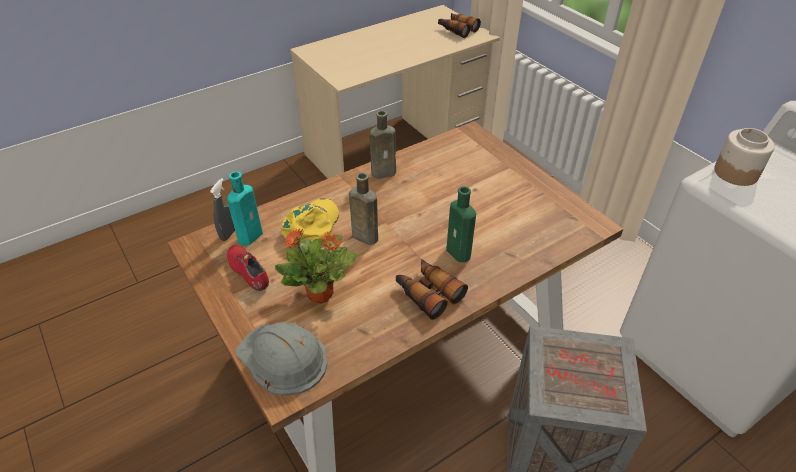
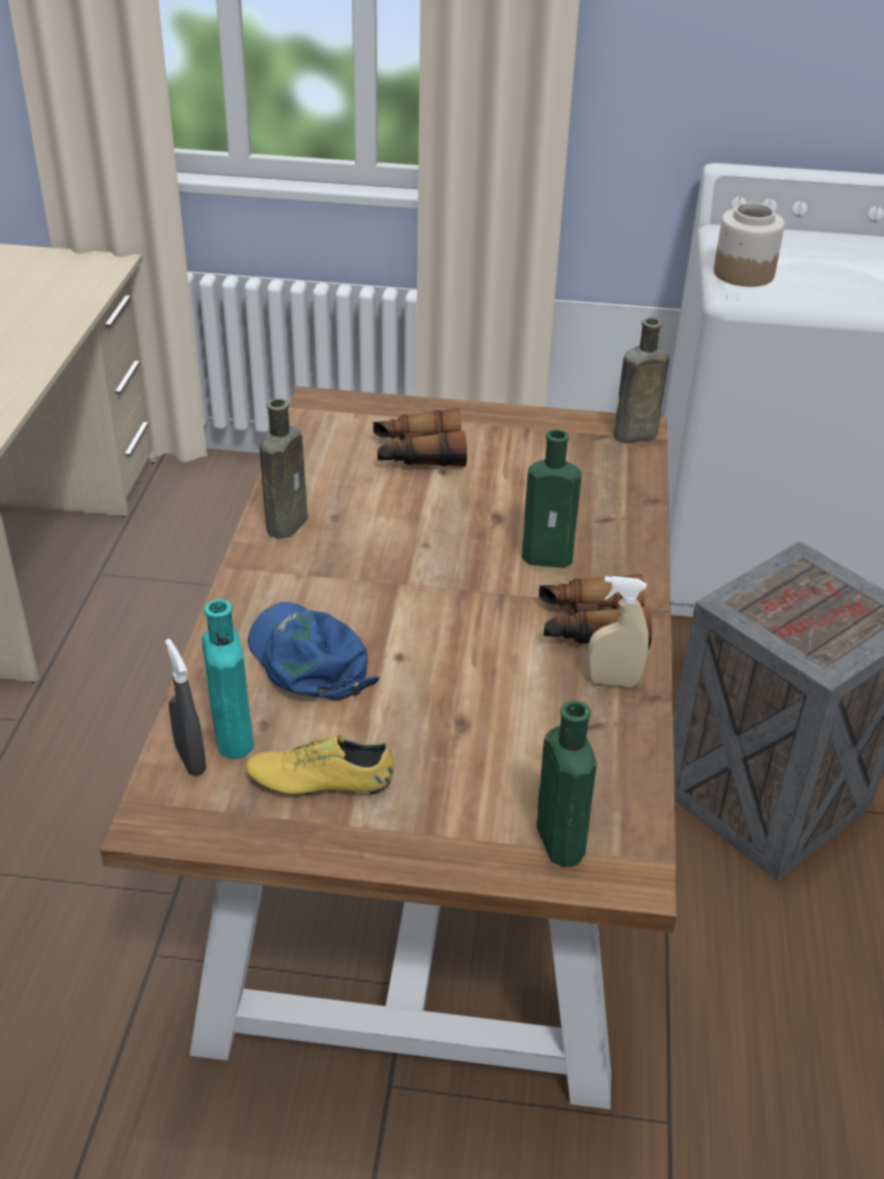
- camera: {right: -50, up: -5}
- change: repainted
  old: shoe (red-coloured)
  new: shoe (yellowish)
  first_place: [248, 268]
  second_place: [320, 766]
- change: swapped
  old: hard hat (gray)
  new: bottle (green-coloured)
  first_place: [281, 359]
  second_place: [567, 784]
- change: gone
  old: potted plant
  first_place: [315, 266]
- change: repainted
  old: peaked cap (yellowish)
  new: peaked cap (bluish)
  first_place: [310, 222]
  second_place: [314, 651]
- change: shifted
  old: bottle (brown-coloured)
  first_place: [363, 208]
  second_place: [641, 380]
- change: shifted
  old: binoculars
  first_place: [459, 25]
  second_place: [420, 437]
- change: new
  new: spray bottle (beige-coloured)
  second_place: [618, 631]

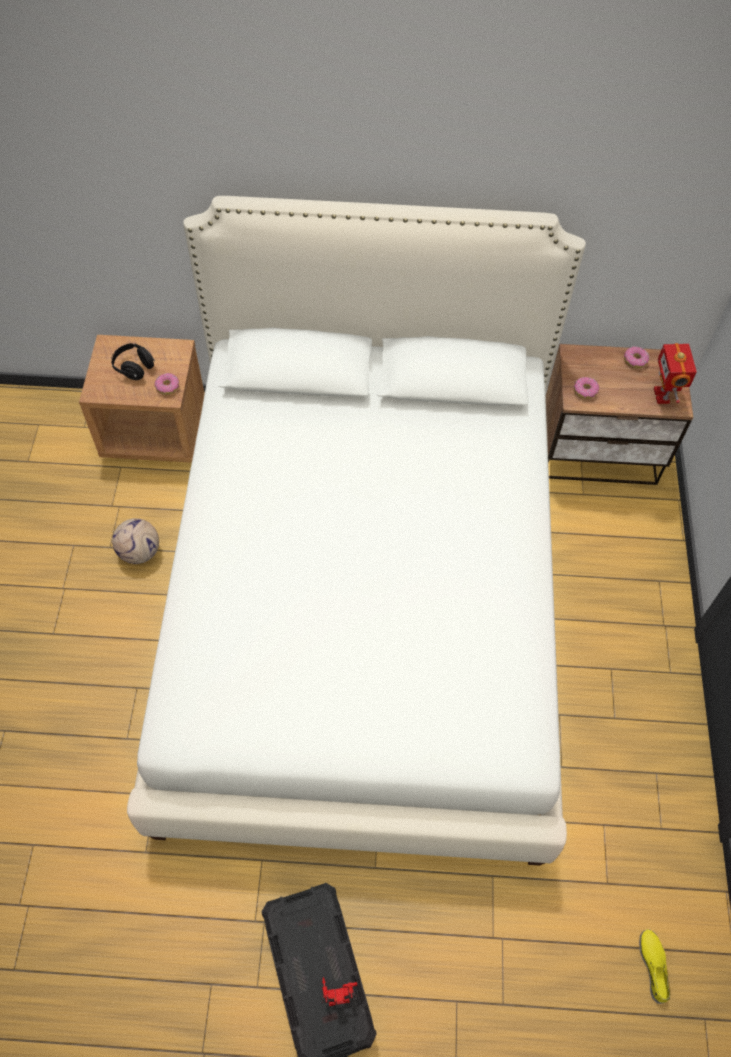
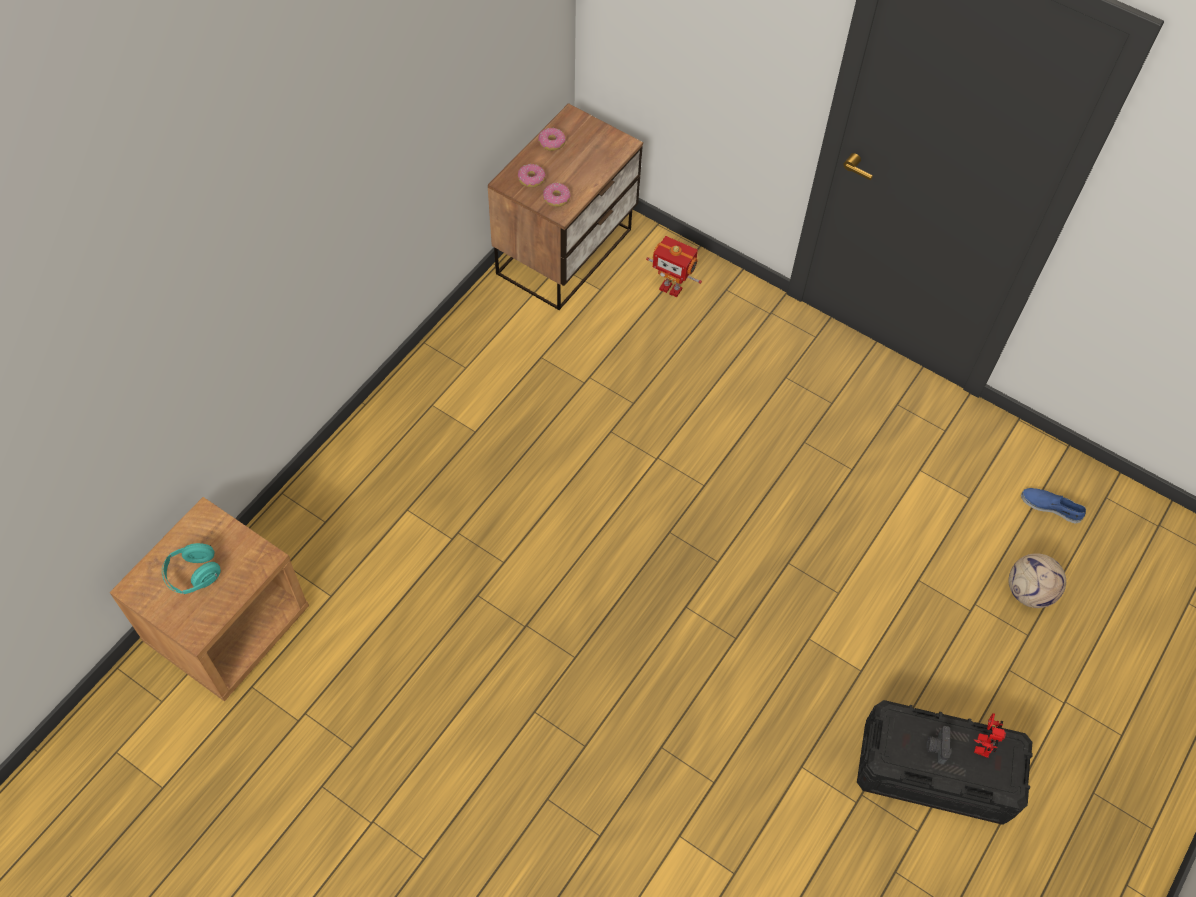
- camera: {right: -60, up: 0}
- change: repainted
  old: pair of headphones (blackish)
  new: pair of headphones (turquoise-coloured)
  first_place: [133, 361]
  second_place: [191, 568]
- change: shifted
  old: ball for football
  first_place: [135, 541]
  second_place: [1037, 580]
- change: gone
  old: bedroom bed (whitish)
  first_place: [356, 531]
- change: shifted
  old: doughnut
  first_place: [167, 384]
  second_place: [532, 176]
- change: repainted
  old: shoe (yellowish)
  new: shoe (bluish)
  first_place: [654, 966]
  second_place: [1053, 506]
- change: shifted
  old: toy robot
  first_place: [675, 373]
  second_place: [674, 266]
- change: new
  new: still camera
  second_place: [939, 745]

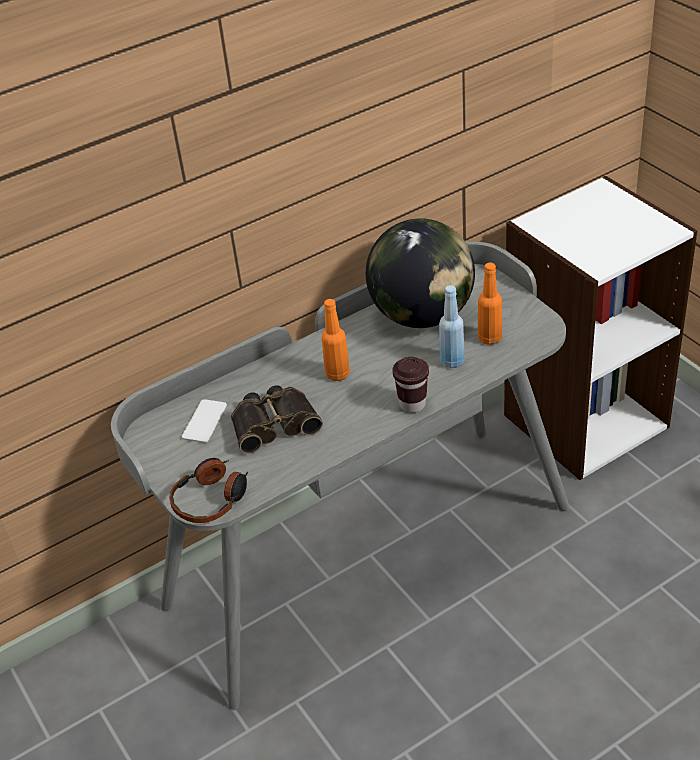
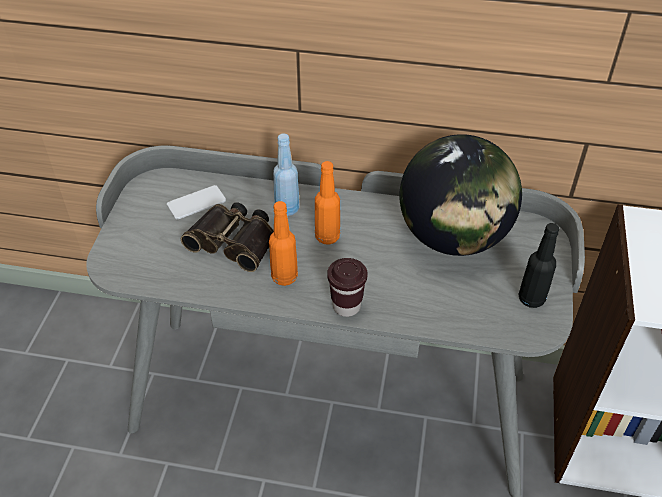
- camera: {right: 40, up: 5}
- change: gone
  old: pair of headphones
  first_place: [208, 490]
- change: shifted
  old: bottle (bluish)
  first_place: [452, 326]
  second_place: [286, 175]
- change: shifted
  old: bottle (orange-coloured)
  first_place: [490, 303]
  second_place: [283, 243]
- change: new
  new: bottle (blackish)
  second_place: [538, 265]

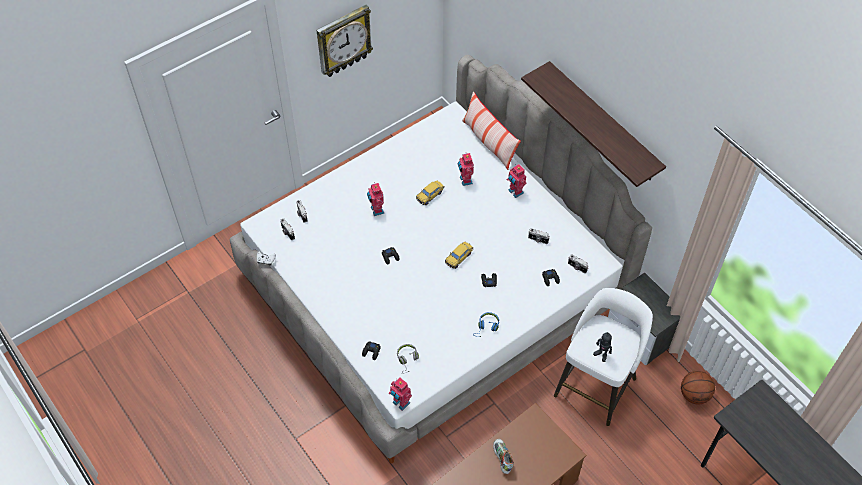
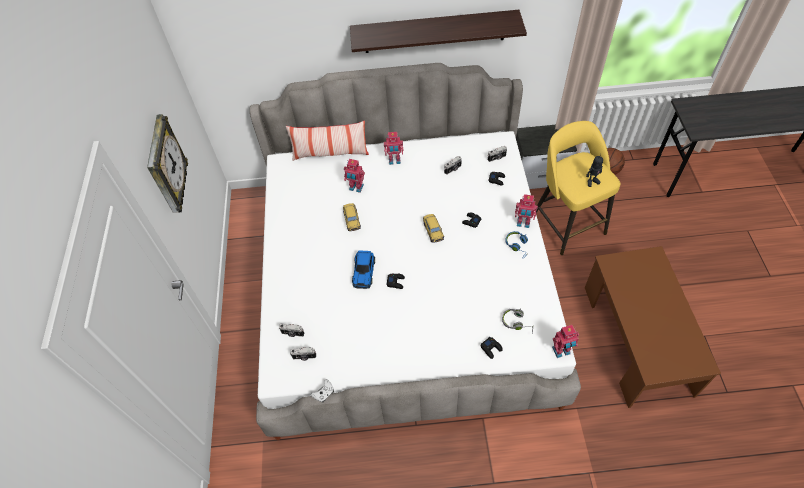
- camera: {right: -55, up: 0}
- change: shifted
  old: toy robot
  first_place: [375, 199]
  second_place: [526, 211]
- change: gone
  old: shoe
  first_place: [503, 456]
- change: repainted
  old: stool (whitish)
  new: stool (yellowish)
  first_place: [603, 357]
  second_place: [578, 188]
- change: new
  new: miniature car
  second_place: [363, 269]

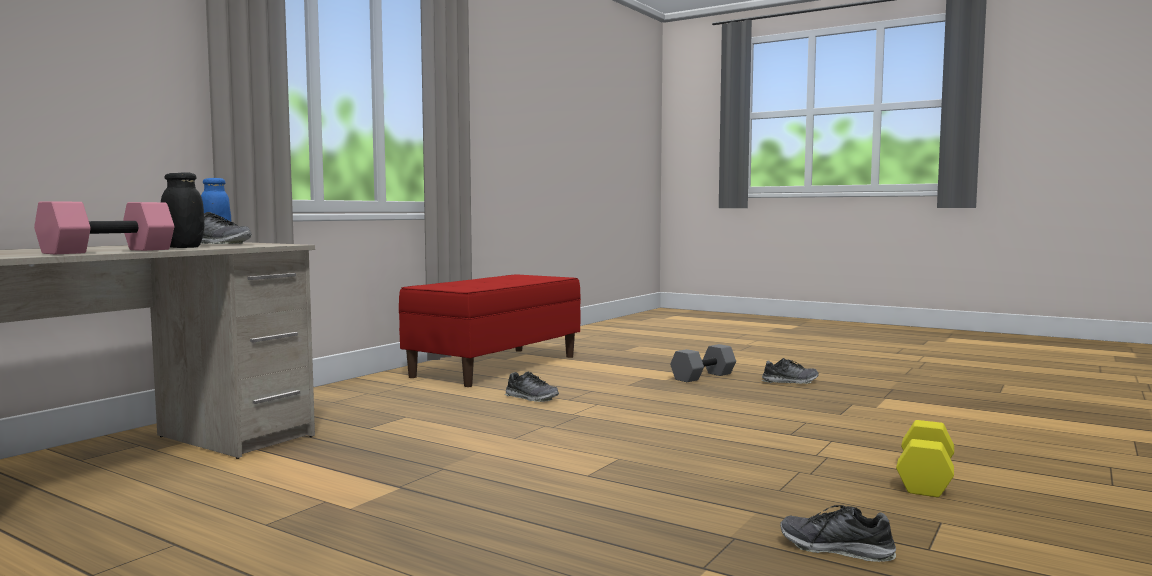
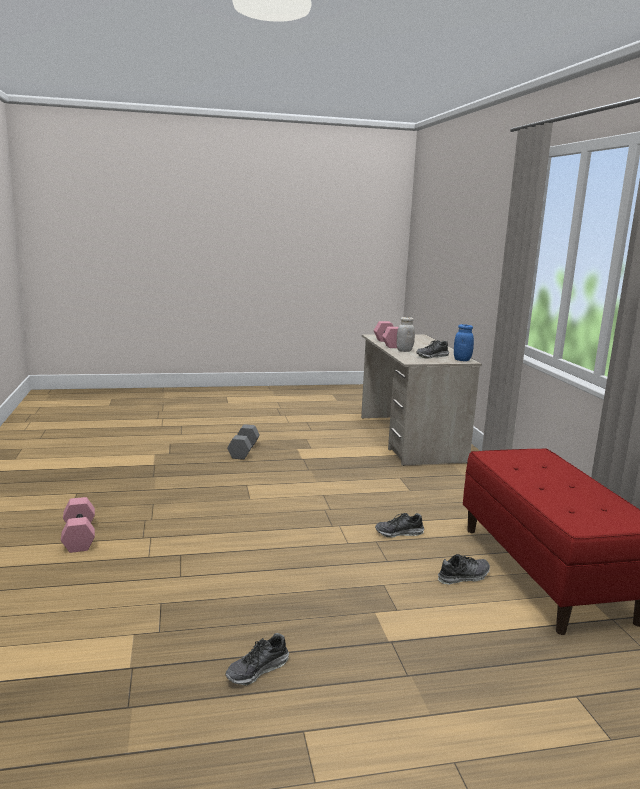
- camera: {right: 135, up: 10}
- change: repainted
  old: preserve jar (blackish)
  new: preserve jar (whitish)
  first_place: [182, 210]
  second_place: [406, 334]
- change: shifted
  old: free weight (gray)
  first_place: [703, 363]
  second_place: [243, 442]
- change: shifted
  old: shoe
  first_place: [838, 533]
  second_place: [464, 569]
- change: repainted
  old: free weight (yellowish)
  new: free weight (pink)
  first_place: [925, 458]
  second_place: [78, 525]

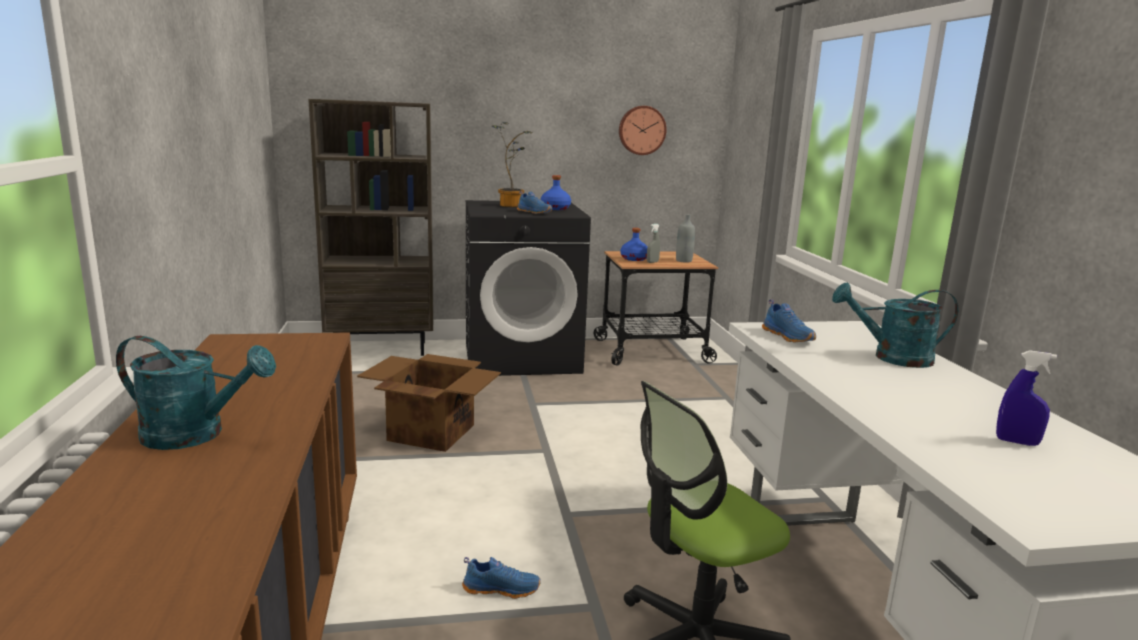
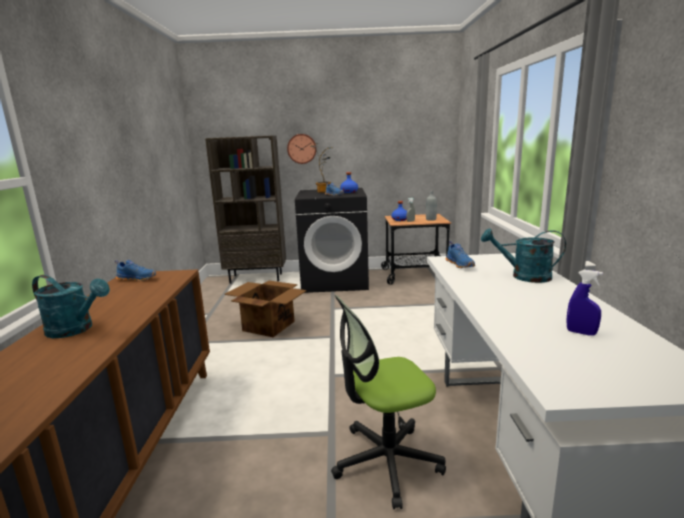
- camera: {right: 10, up: 0}
- change: shifted
  old: shoe (bluish)
  first_place: [501, 578]
  second_place: [135, 271]
- change: shifted
  old: wall clock
  first_place: [643, 130]
  second_place: [301, 149]

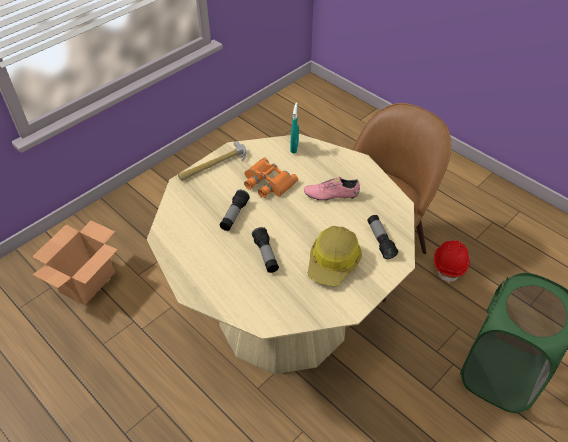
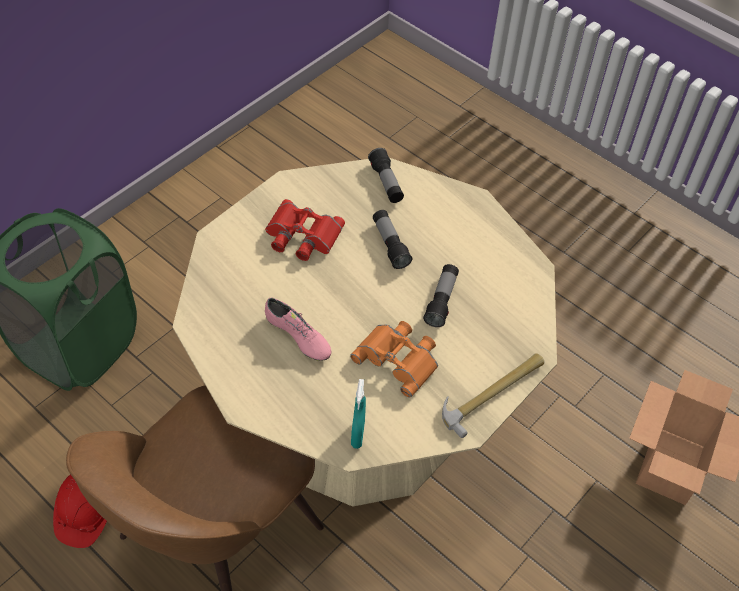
- camera: {right: 175, up: 5}
- change: rotated
  old: shoe (pink)
  first_place: [332, 189]
  second_place: [298, 329]
  degrees: 45
- change: swapped
  old: hard hat
  new: binoculars (red-coloured)
  first_place: [334, 256]
  second_place: [305, 230]
- change: shifted
  old: hand torch
  first_place: [383, 237]
  second_place: [386, 175]

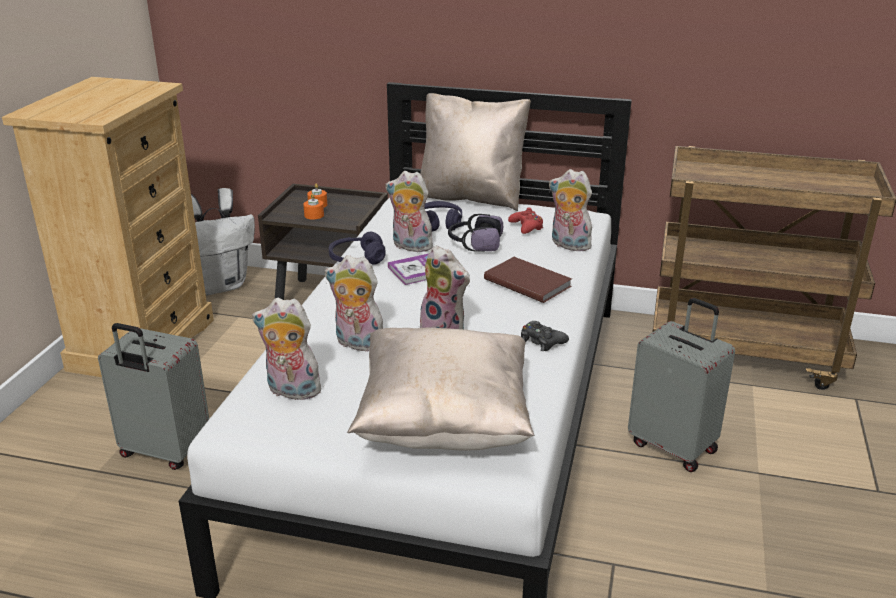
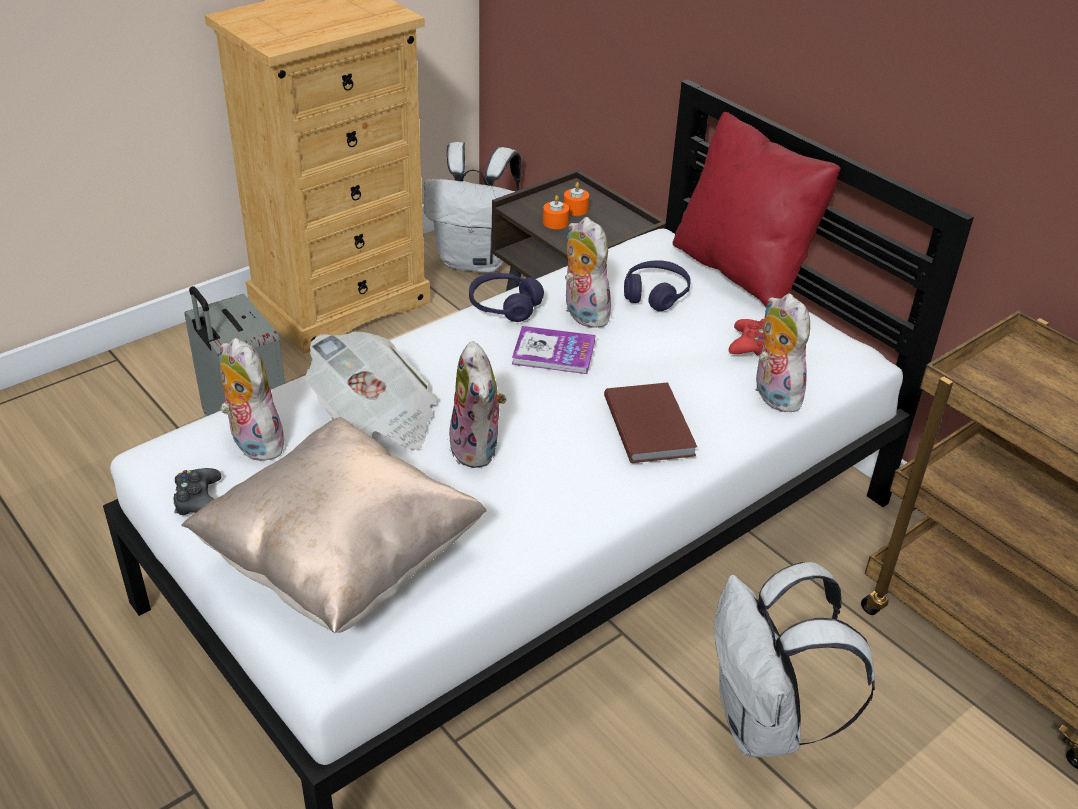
- camera: {right: 35, up: 10}
- change: swapped
  old: cuddly toy
  new: newspaper
  first_place: [354, 303]
  second_place: [371, 390]
- change: repainted
  old: pillow (beige-coloured)
  new: pillow (red-coloured)
  first_place: [475, 152]
  second_place: [756, 209]
- change: gone
  old: pair of headphones
  first_place: [475, 233]
- change: shifted
  old: gamepad (blackish)
  first_place: [545, 336]
  second_place: [197, 491]
- change: swapped
  old: suitcase (gray)
  new: knapsack (whitish)
  first_place: [681, 385]
  second_place: [794, 659]

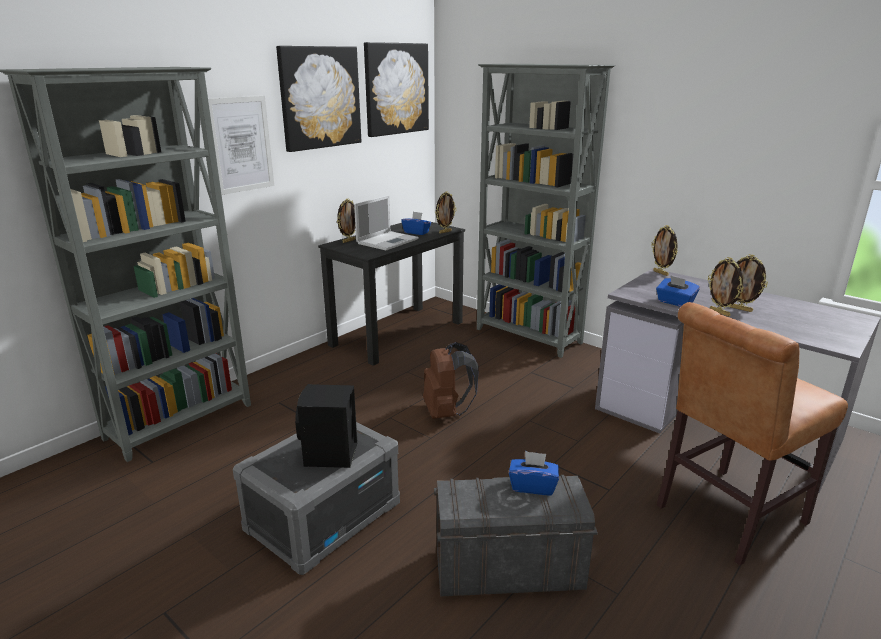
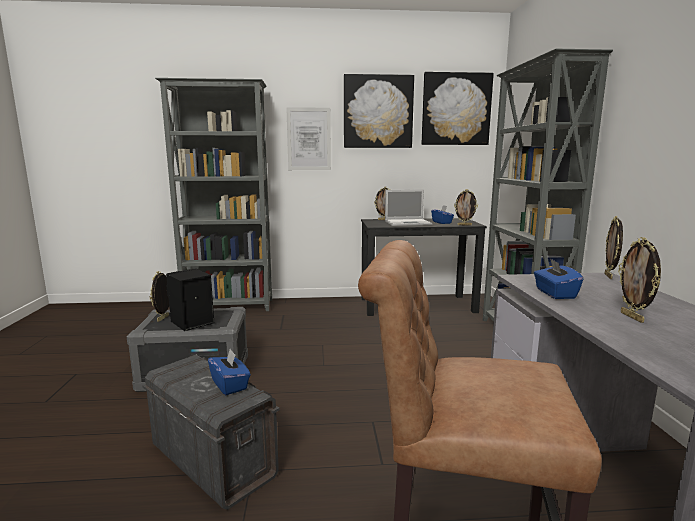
- camera: {right: 45, up: -10}
- change: gone
  old: knapsack (brown-coloured)
  first_place: [451, 380]
- change: shifted
  old: standing frame
  first_place: [726, 287]
  second_place: [159, 296]

